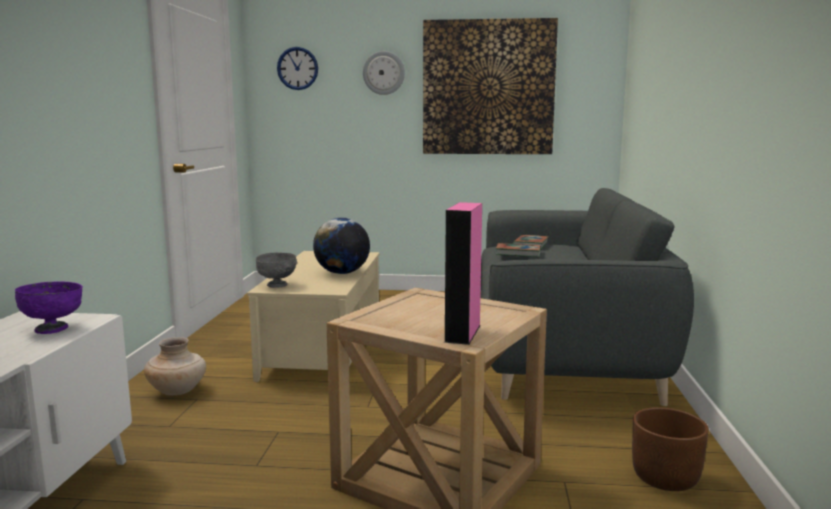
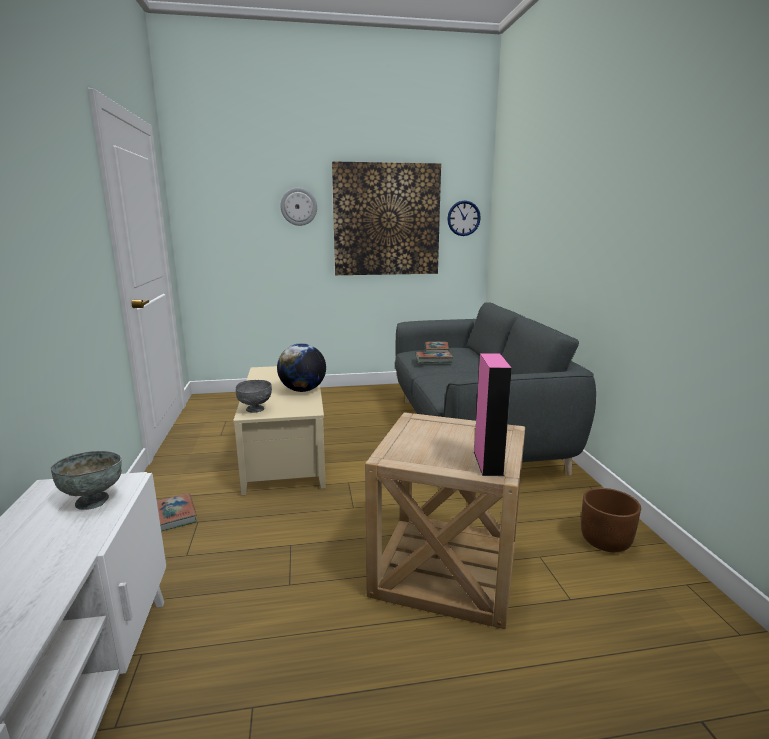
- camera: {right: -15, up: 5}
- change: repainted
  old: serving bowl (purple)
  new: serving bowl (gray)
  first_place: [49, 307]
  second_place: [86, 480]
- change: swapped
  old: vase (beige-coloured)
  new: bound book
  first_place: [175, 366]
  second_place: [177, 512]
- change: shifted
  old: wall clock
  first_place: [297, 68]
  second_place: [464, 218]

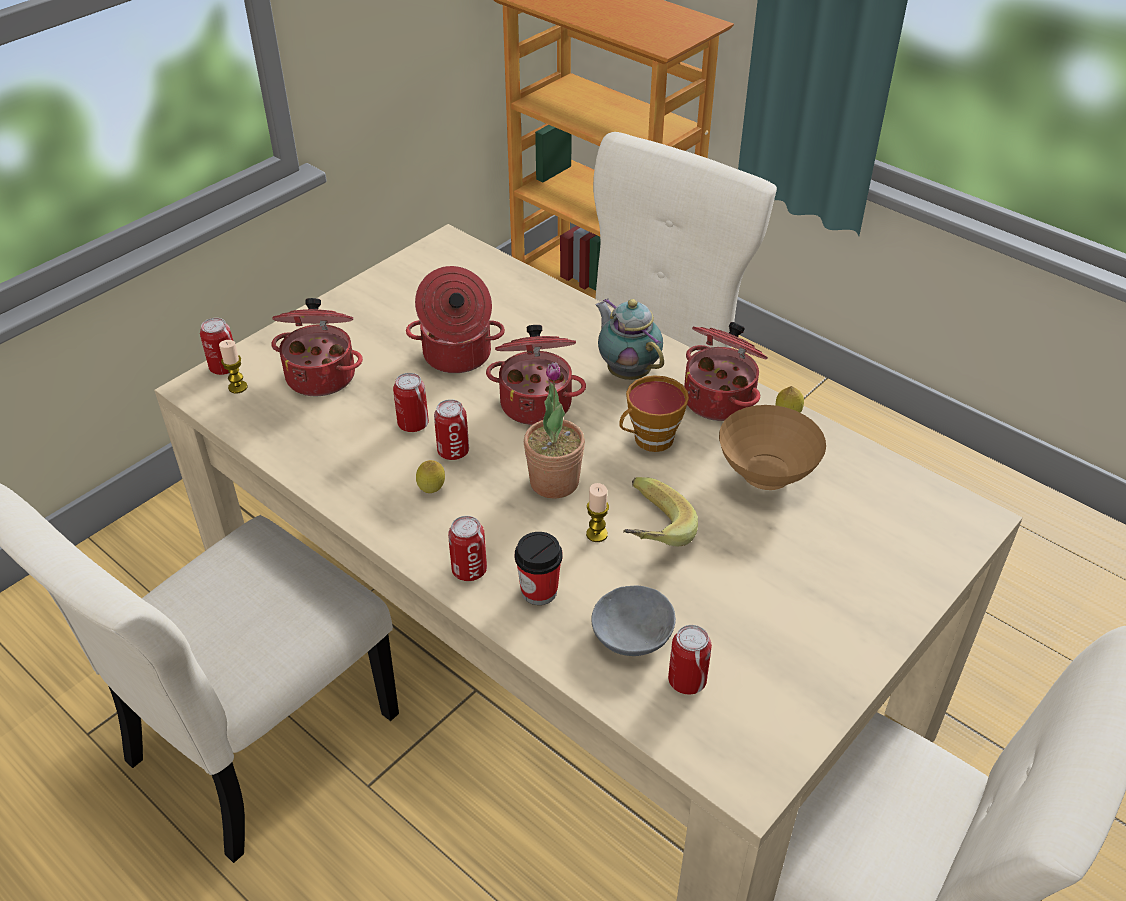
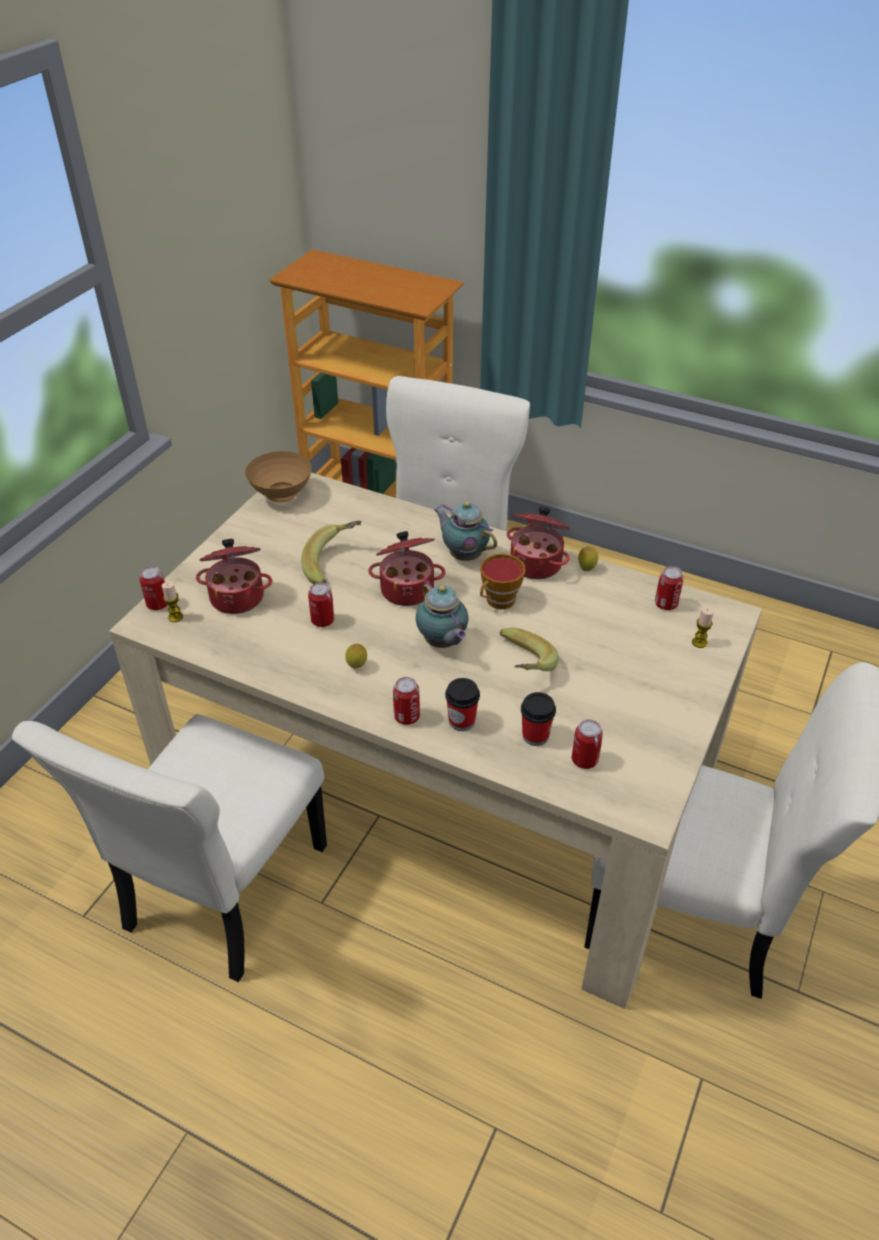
- camera: {right: -15, up: 0}
- change: swapped
  old: saucepot
  new: banana fruit
  first_place: [455, 319]
  second_place: [331, 552]
- change: shifted
  old: metal can
  first_place: [451, 429]
  second_place: [669, 588]
- change: swapped
  old: potted plant
  new: pot for tea
  first_place: [554, 430]
  second_place: [442, 614]
- change: shifted
  old: candle
  first_place: [597, 512]
  second_place: [703, 627]
- change: swapped
  old: serving bowl (gray)
  new: cup
  first_place: [633, 621]
  second_place: [538, 719]
- change: shifted
  old: serving bowl (brown-coloured)
  first_place: [772, 447]
  second_place: [278, 476]

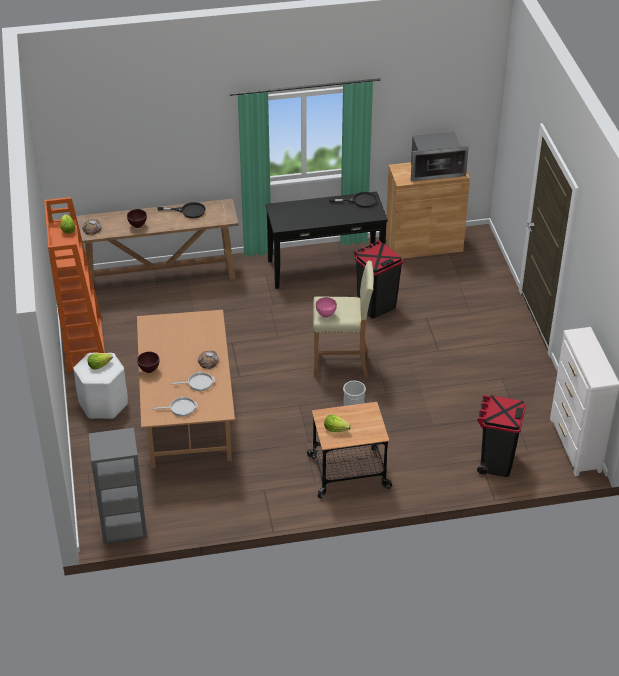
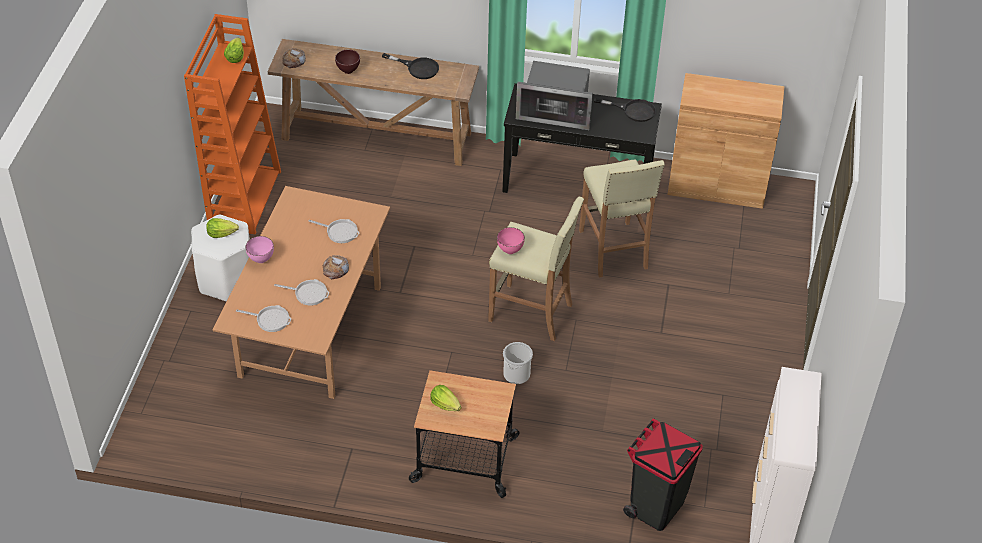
- camera: {right: 20, up: 5}
- change: gone
  old: shelving unit (gray)
  first_place: [117, 486]
- change: repainted
  old: serving bowl (brown-coloured)
  new: serving bowl (pink)
  first_place: [148, 362]
  second_place: [259, 249]
- change: swapped
  old: trash can (blackish)
  new: stool (beige-coloured)
  first_place: [378, 279]
  second_place: [622, 218]
- change: shifted
  old: microwave
  first_place: [440, 157]
  second_place: [554, 95]
- change: new
  new: frying pan
  second_place: [334, 231]

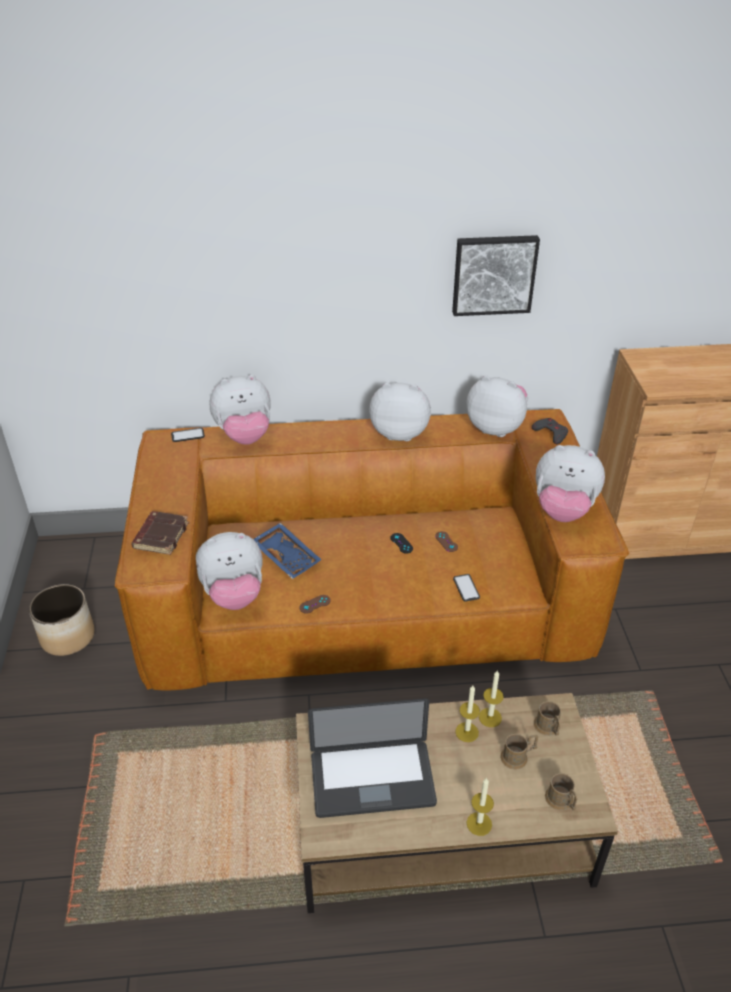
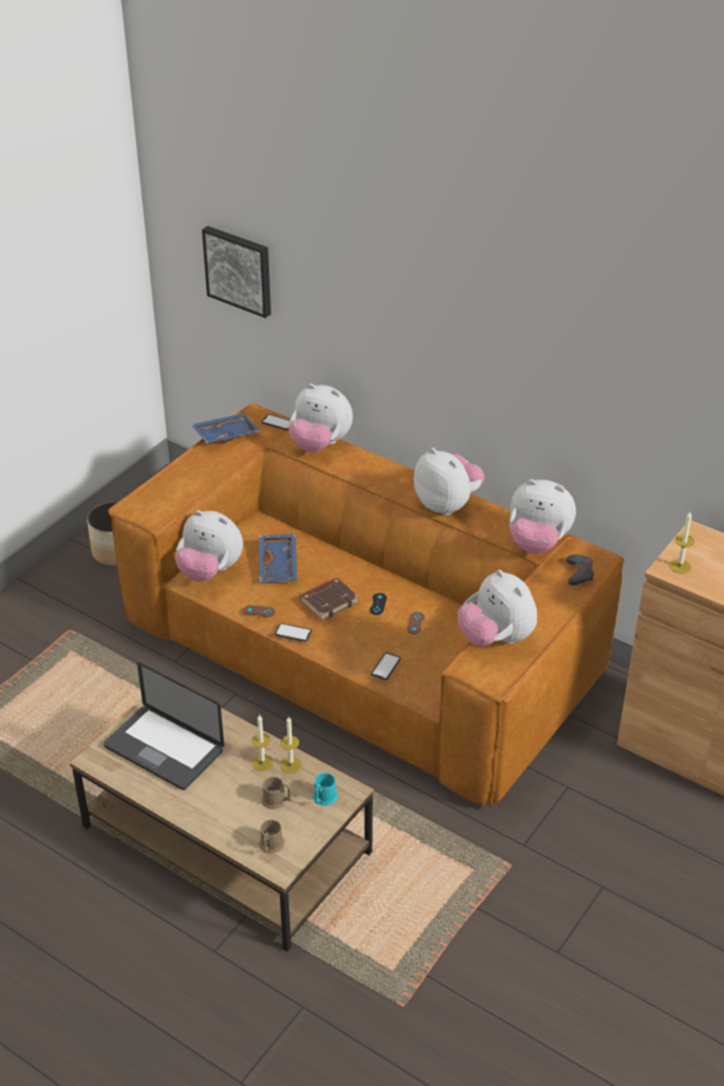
- camera: {right: 40, up: 0}
- change: shifted
  old: bound book (brown-coloured)
  first_place: [160, 533]
  second_place: [329, 599]
- change: shifted
  old: wall picture
  first_place: [496, 275]
  second_place: [236, 272]
- change: rotated
  old: cuddly toy
  first_place: [497, 406]
  second_place: [542, 516]
  degrees: 135
- change: shifted
  old: candle
  first_place: [480, 807]
  second_place: [681, 543]
- change: repainted
  old: tea mug (brown-coloured)
  new: tea mug (turquoise-coloured)
  first_place: [547, 718]
  second_place: [325, 789]
- change: new
  new: tray (bluish)
  second_place: [226, 428]
- change: new
  new: handset
  second_place: [293, 632]

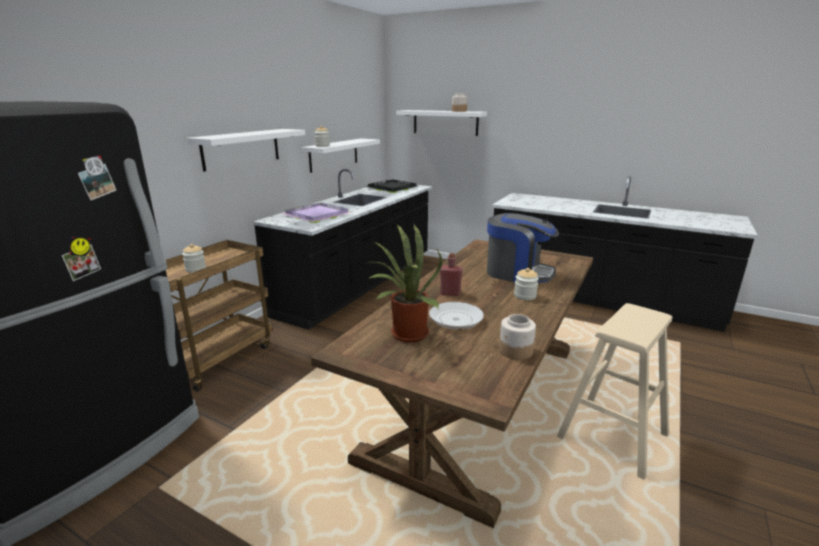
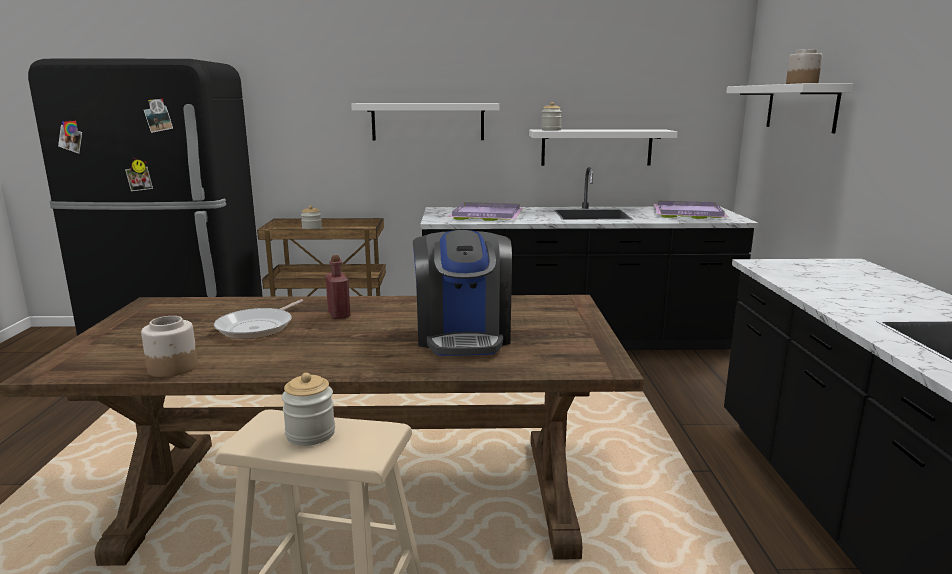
- camera: {right: 60, up: -5}
- change: repainted
  old: tray (blackish)
  new: tray (purple)
  first_place: [391, 186]
  second_place: [691, 210]
- change: gone
  old: potted plant
  first_place: [405, 283]
- change: shifted
  old: preserve jar
  first_place: [526, 284]
  second_place: [308, 409]

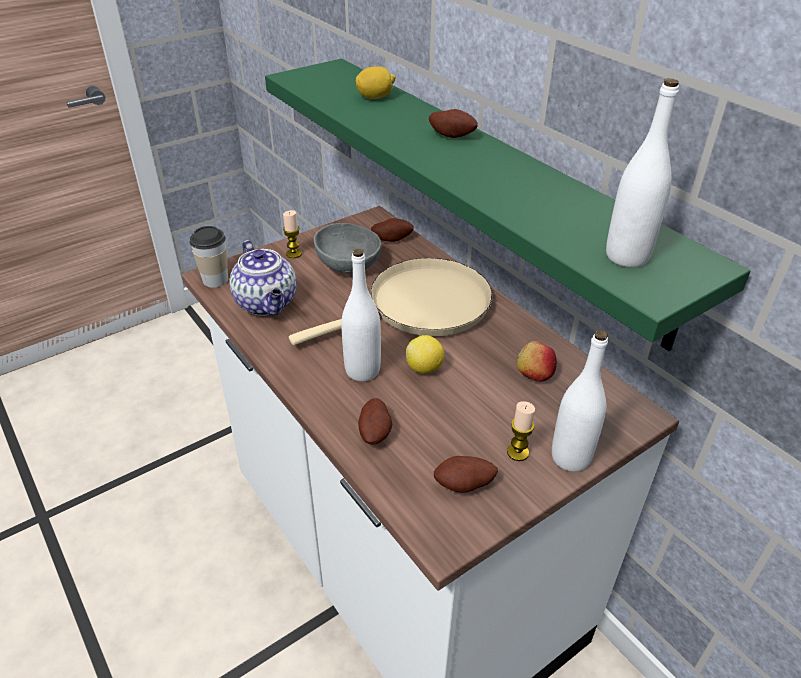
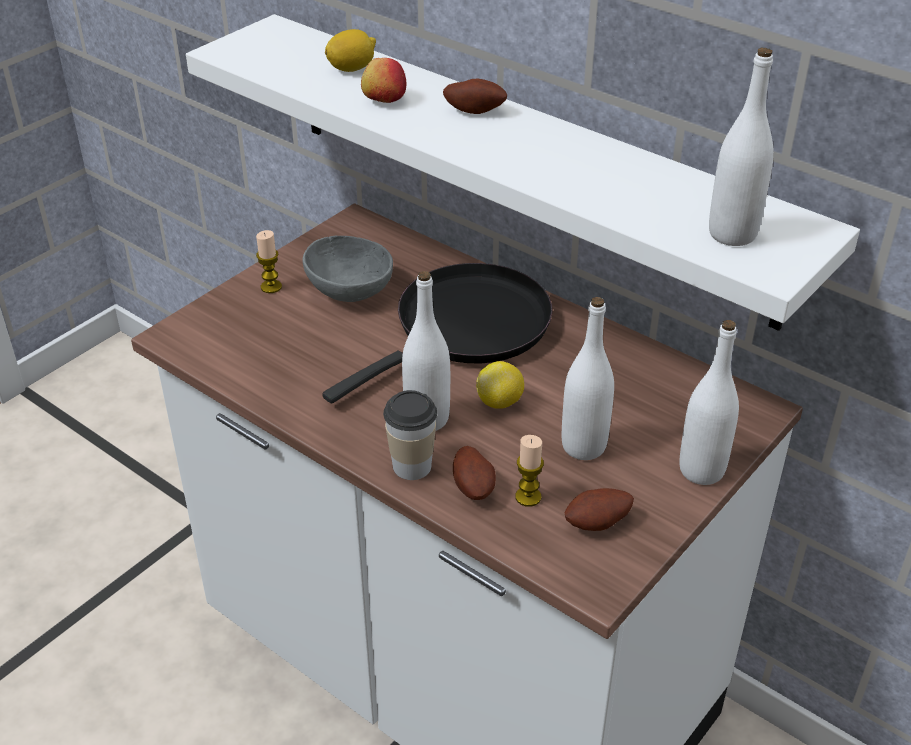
- camera: {right: -15, up: 0}
- change: shifted
  old: cup
  first_place: [208, 257]
  second_place: [410, 435]
- change: gone
  old: pot for tea
  first_place: [262, 278]
- change: repainted
  old: shelf (green-coloured)
  new: shelf (whitish)
  first_place: [508, 205]
  second_place: [523, 172]
- change: repainted
  old: frying pan (beige-coloured)
  new: frying pan (blackish)
  first_place: [390, 301]
  second_place: [438, 333]
- change: gone
  old: potato
  first_place: [392, 230]
- change: shifted
  old: candle
  first_place: [521, 431]
  second_place: [529, 471]
- change: shifted
  old: whole apple
  first_place: [537, 361]
  second_place: [383, 80]
- change: new
  new: bottle (whitish)
  second_place: [588, 378]

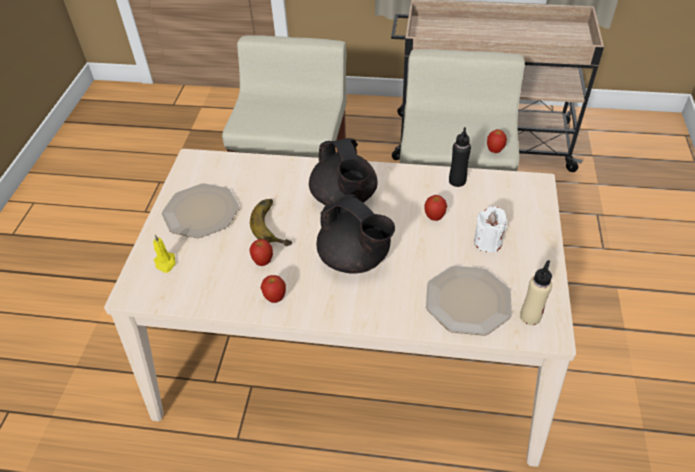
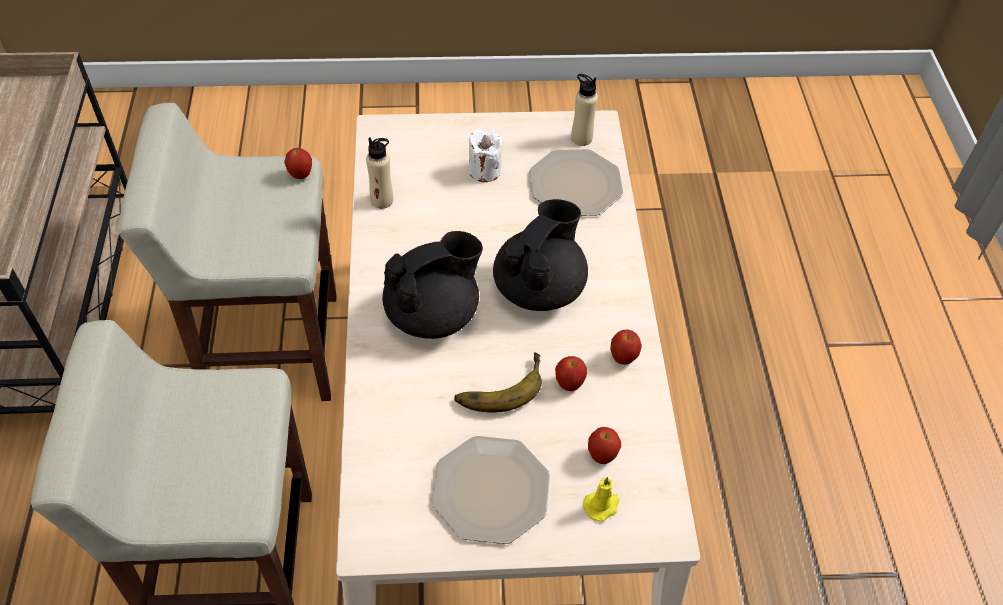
- camera: {right: -105, up: 5}
- change: shifted
  old: whole apple
  first_place: [435, 208]
  second_place: [604, 445]
- change: repainted
  old: bottle (blackish)
  new: bottle (beige-coloured)
  first_place: [460, 157]
  second_place: [379, 173]

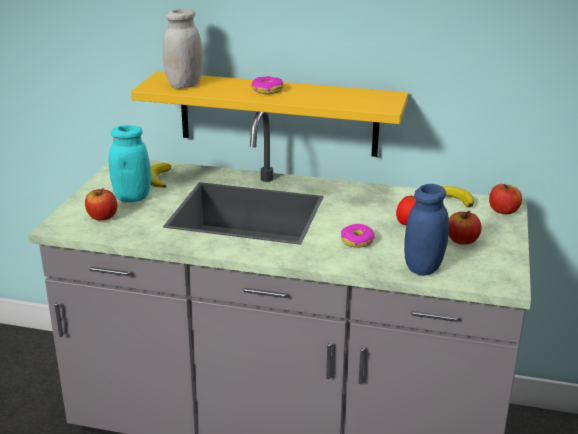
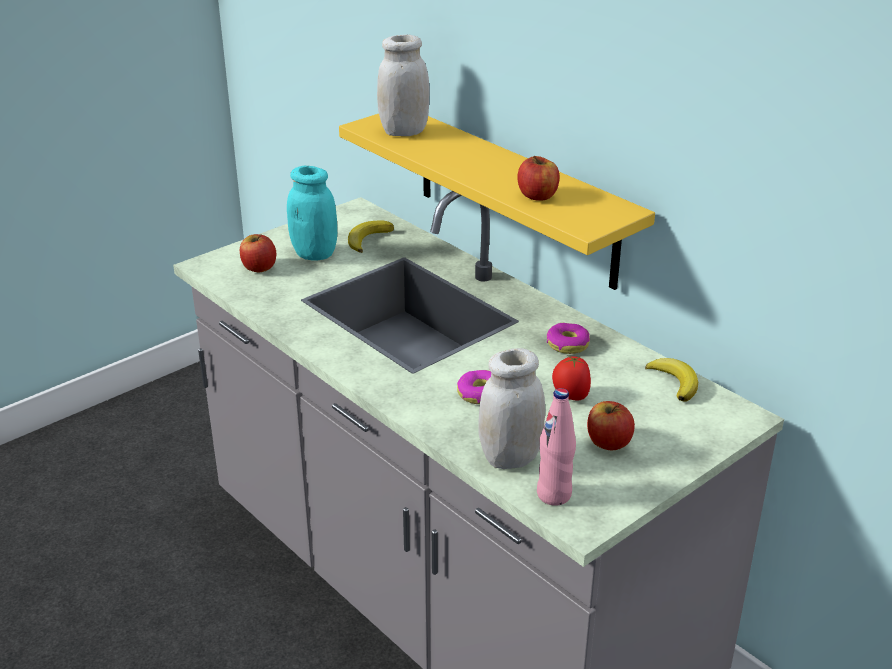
- camera: {right: 35, up: 5}
- change: shifted
  old: doughnut
  first_place: [267, 85]
  second_place: [568, 338]
- change: repainted
  old: preserve jar (bluish)
  new: preserve jar (whitish)
  first_place: [426, 230]
  second_place: [511, 408]
- change: shifted
  old: whole apple
  first_place: [505, 199]
  second_place: [538, 178]
- change: new
  new: bottle (pink)
  second_place: [556, 447]

